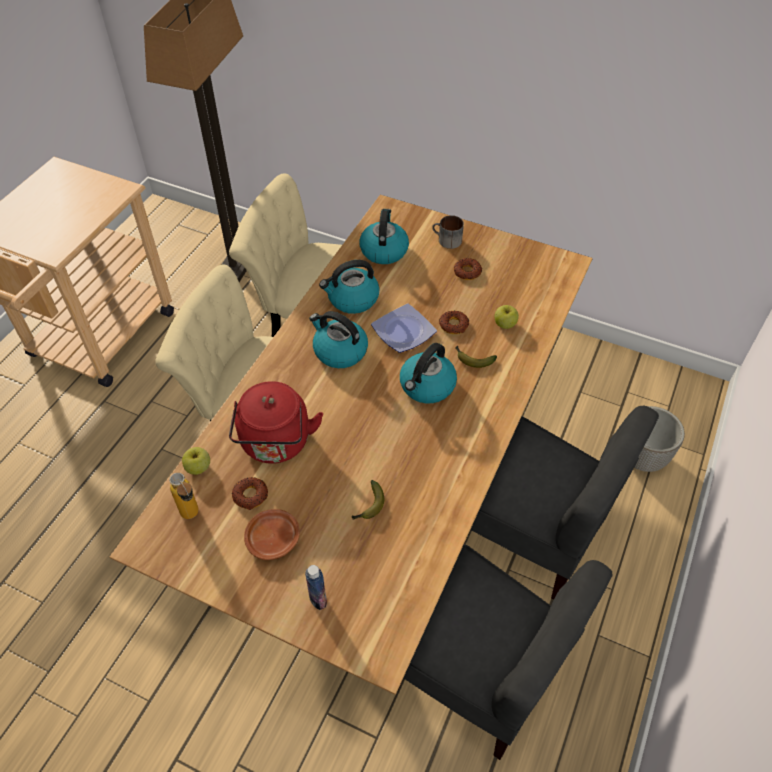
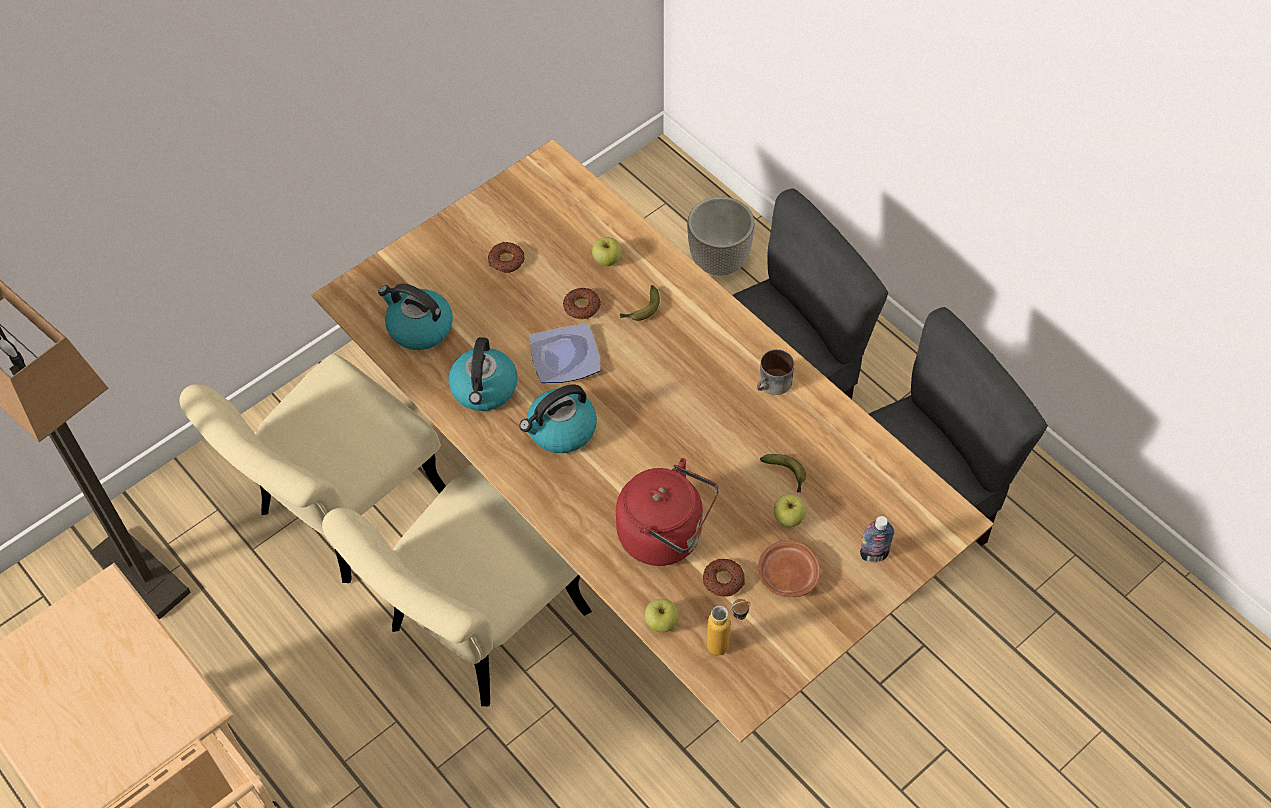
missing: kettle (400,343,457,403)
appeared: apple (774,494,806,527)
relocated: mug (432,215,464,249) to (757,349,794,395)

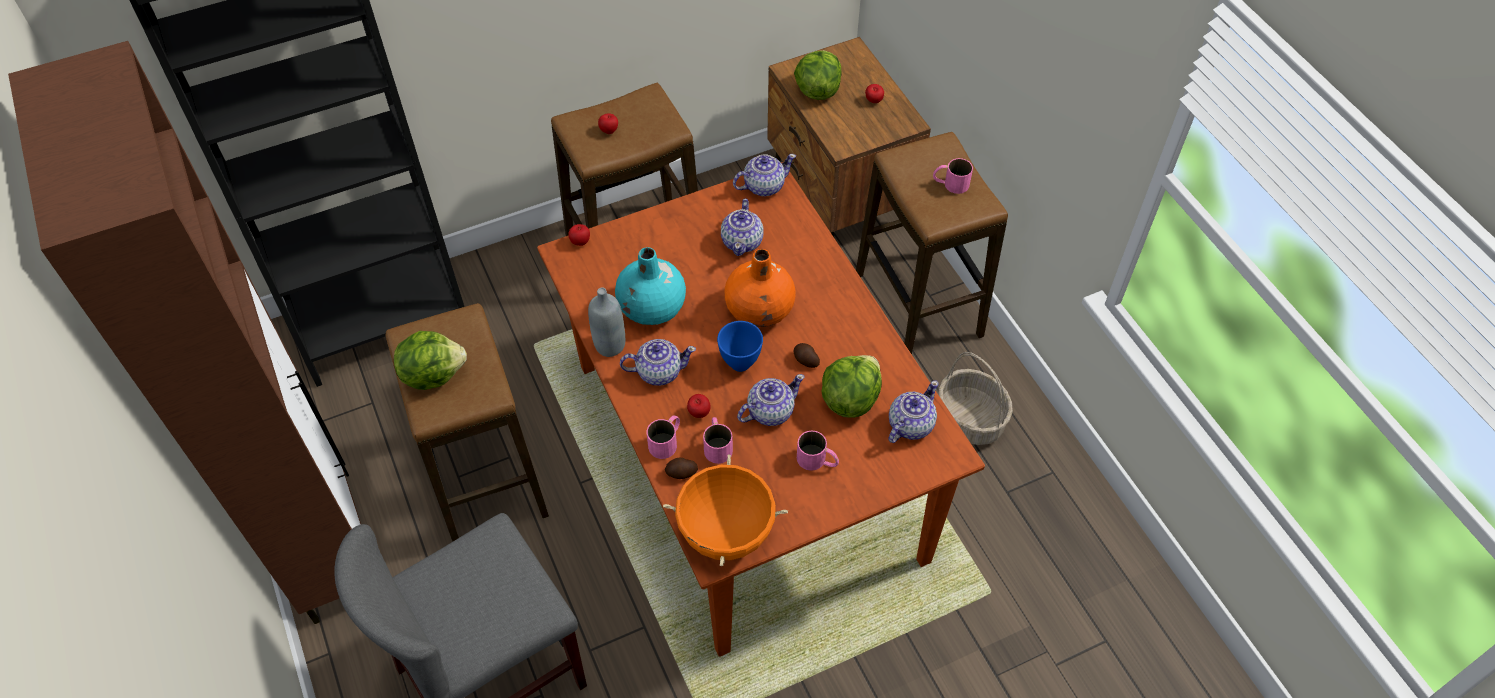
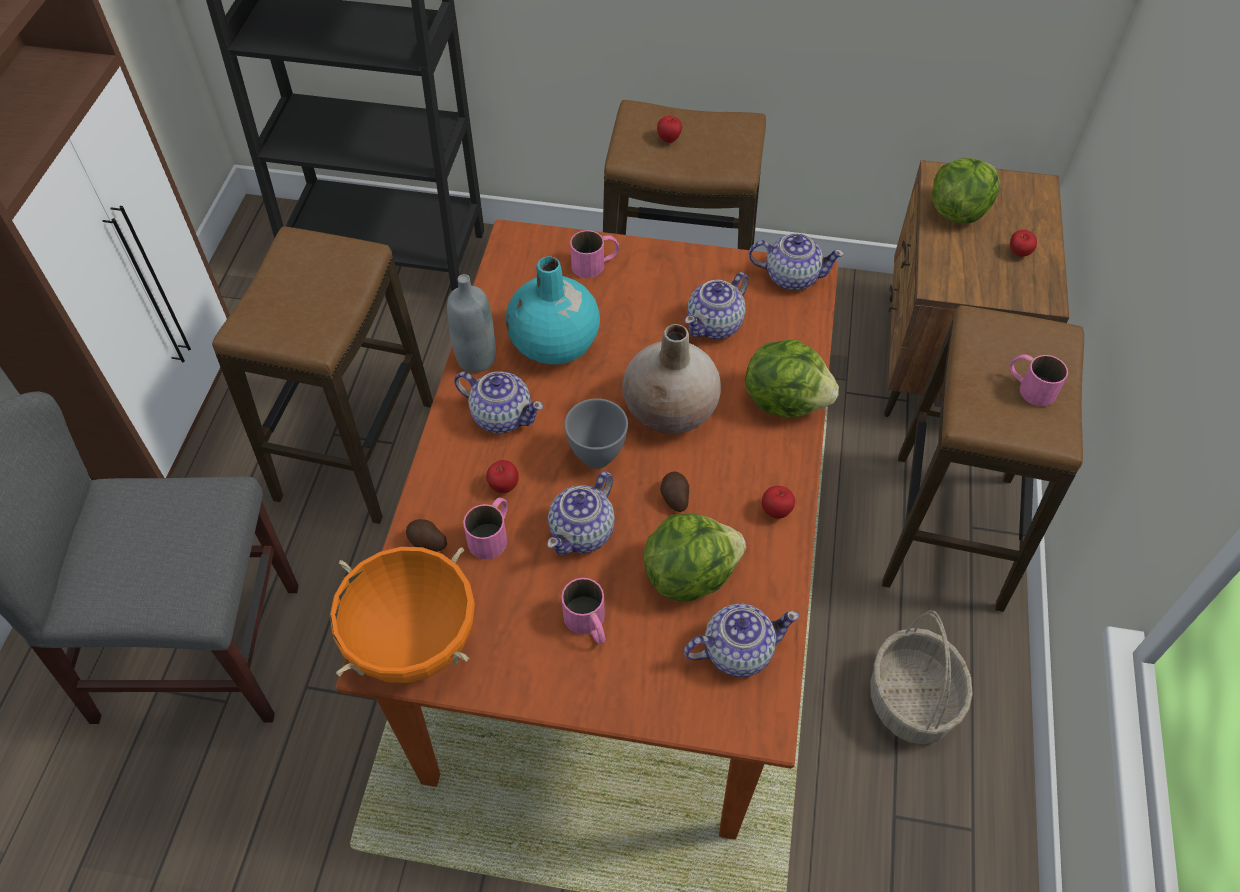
relocated: lettuce (394,331,467,390) to (745,340,839,418); apple (568,224,590,246) to (762,486,795,519); mug in pink (647,415,680,459) to (570,230,619,278)
colour: bowl in blue (717,321,763,372) to bowl in grey (564,398,628,469); vase in orange (725,249,795,327) to vase in beige (622,324,721,434)
spun: teapot (737,374,805,426) = (547,472,615,555) 120 degrees clockwise

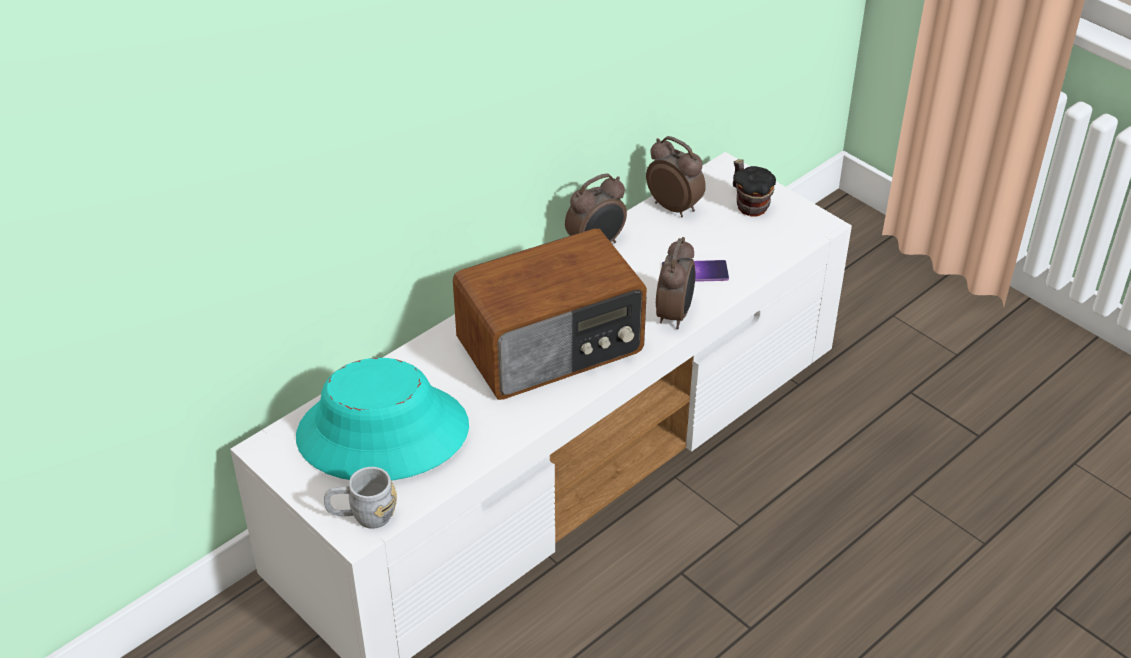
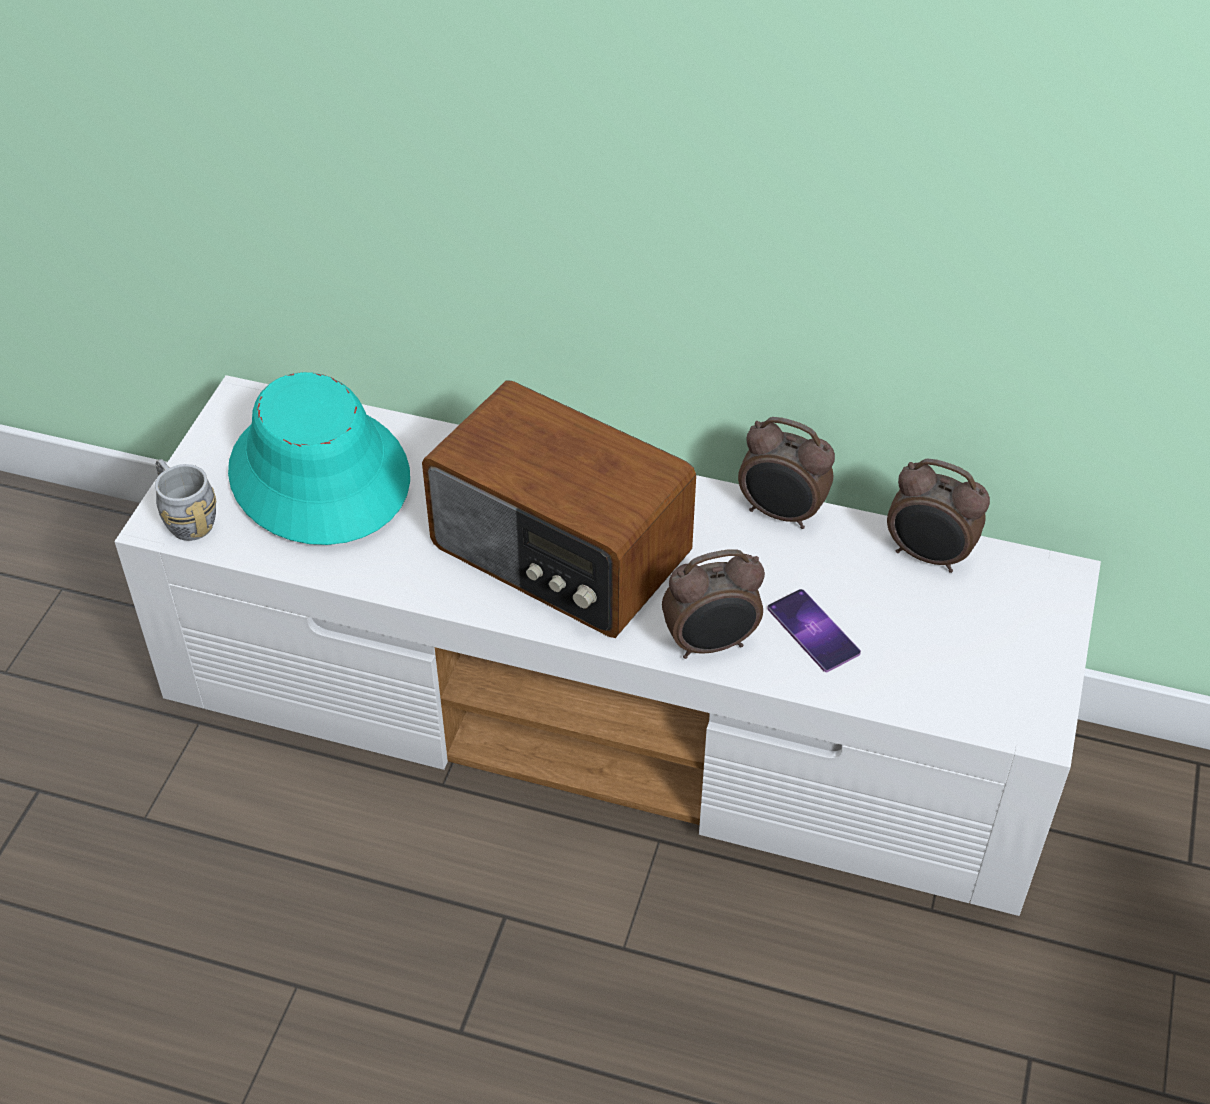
missing: mug (733,159,776,216)
spun: alarm clock (646,136,706,217) = (887,459,990,573) 105 degrees clockwise

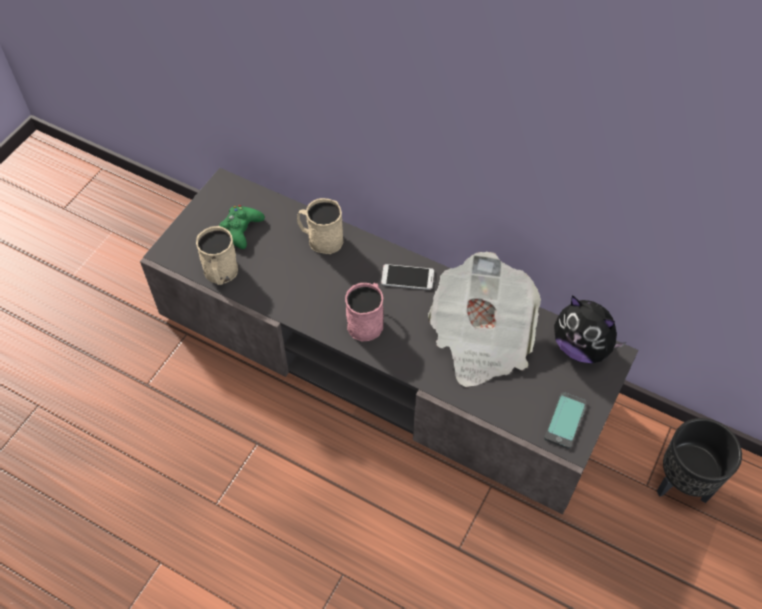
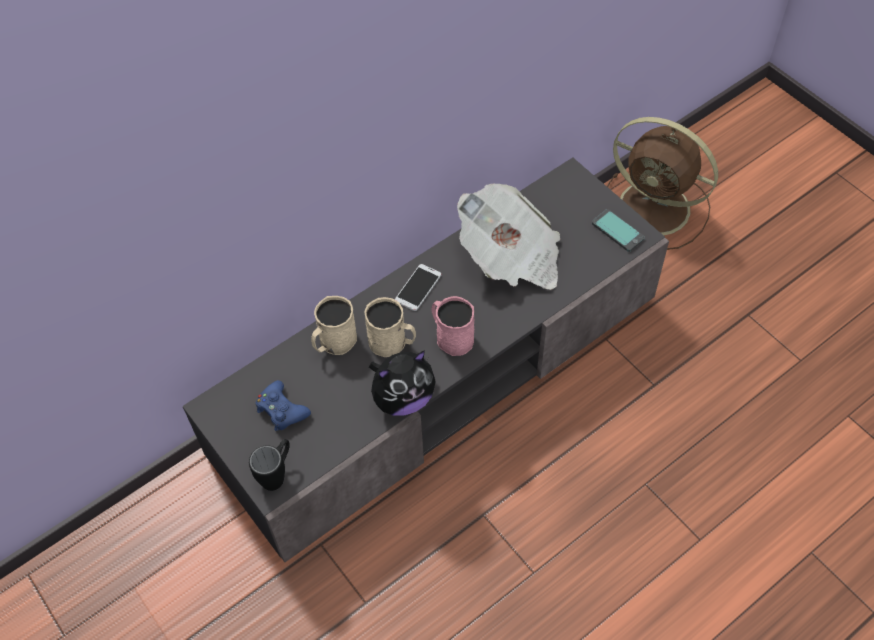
appeared: mug in black (249,439,290,491)
relocated: mug in beige (196,226,238,285) to (364,297,416,357); plush toy (554,295,627,363) to (369,350,436,415)
exchanged: planter in black (656,418,742,503) to fan in brown (607,117,718,250)
colour: game controller in green (219,205,265,249) to game controller in blue (255,380,311,431)

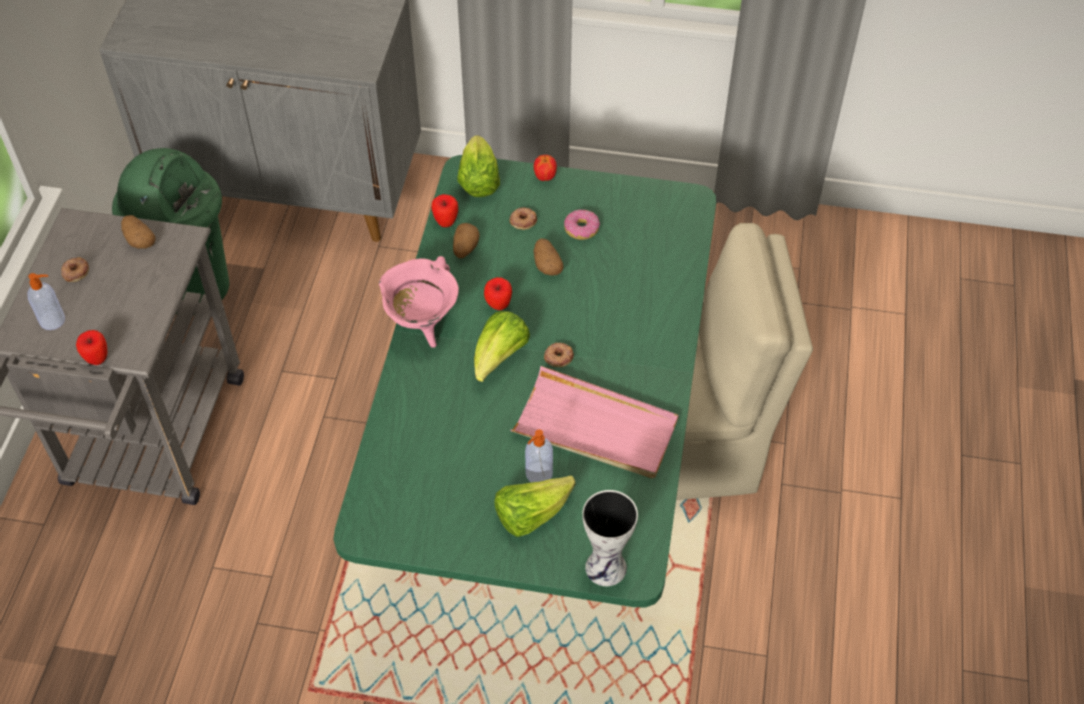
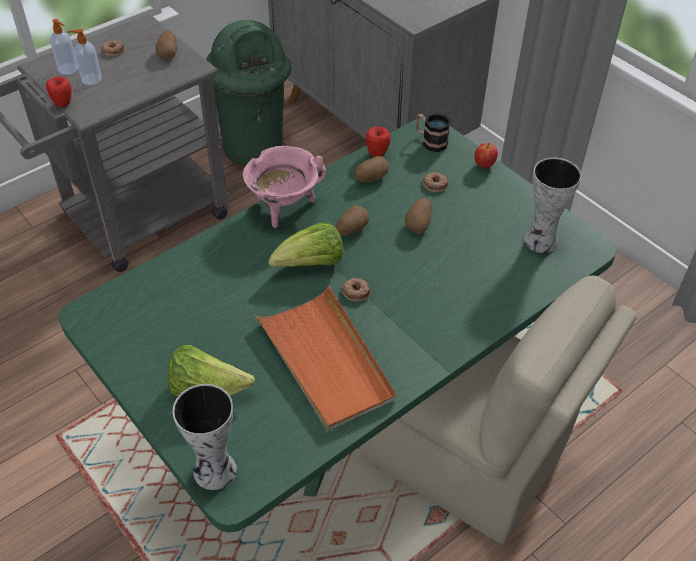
missing: donut (564,209,600,240)
appeared: vase (524,157,581,253)
relocated: soap dispenser (525,429,553,483) to (67,29,102,85)
exchanged: lettuce (458,135,500,197) to mug (416,113,451,152); apple (484,277,512,310) to potato (336,205,369,236)
colour: tray in pink (510,366,679,478) to tray in orange (255,285,396,430)

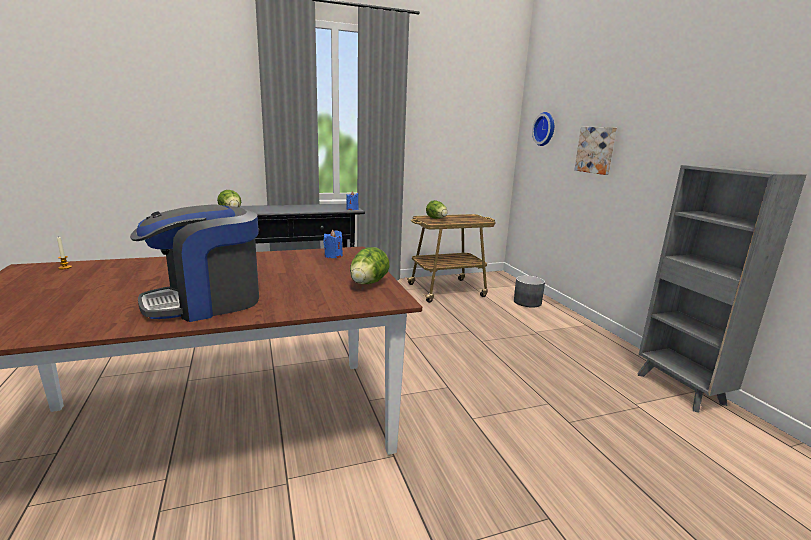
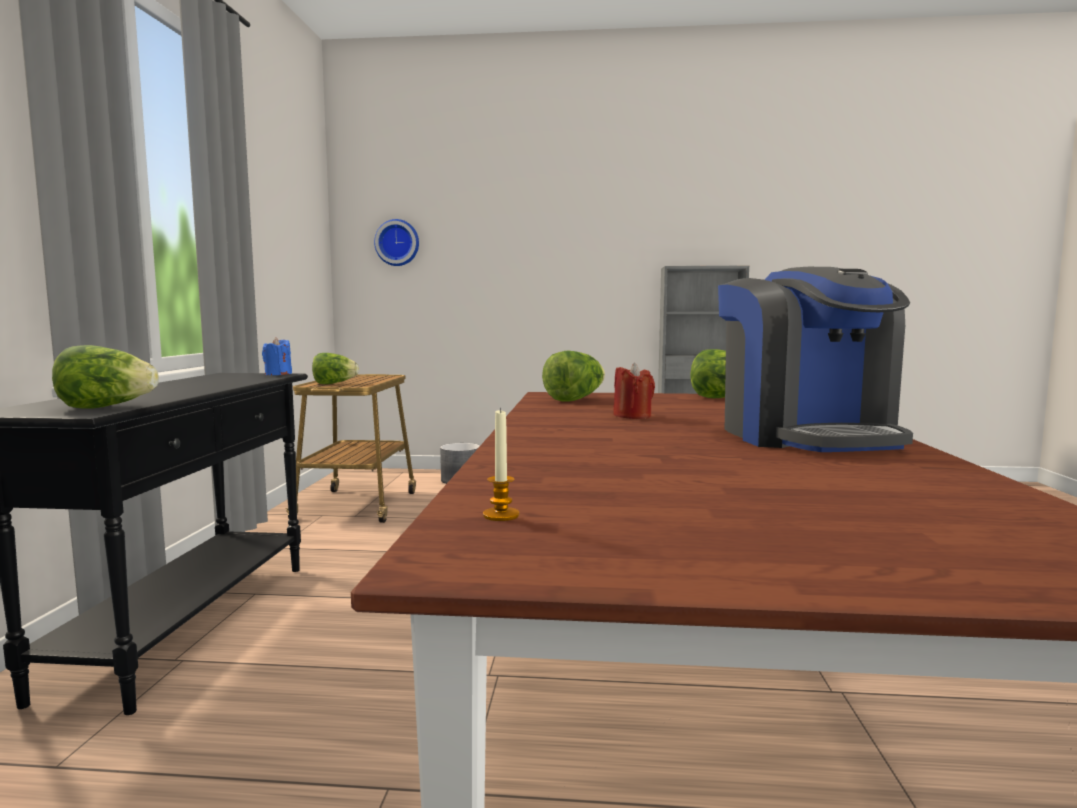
missing: picture (574,127,617,175)
appeared: candle in red (613,363,655,419)
exchanged: candle in blue (323,230,343,258) to lettuce (542,351,605,402)

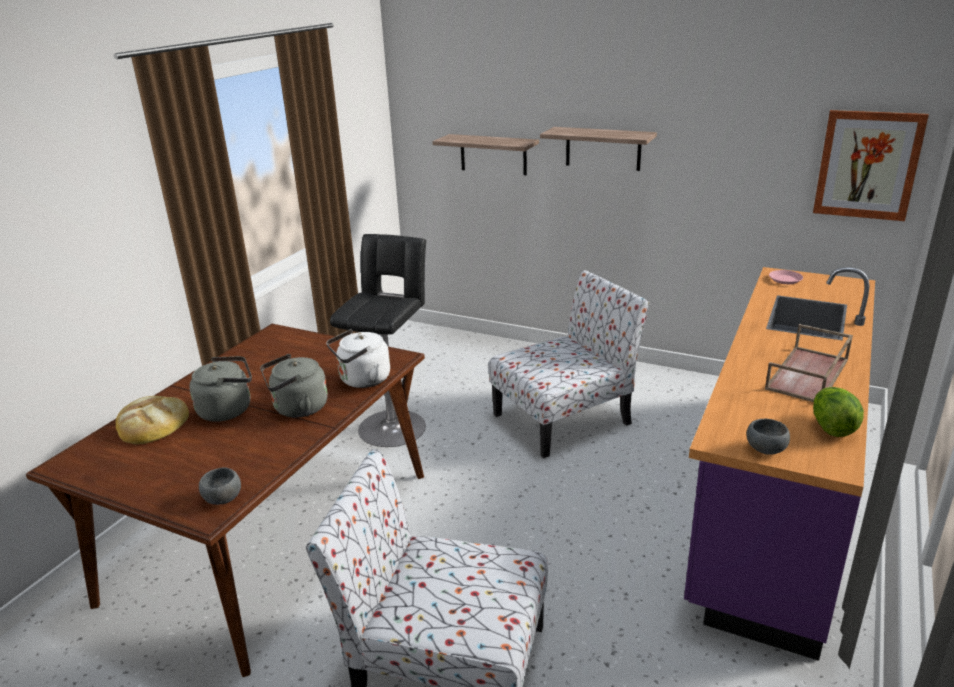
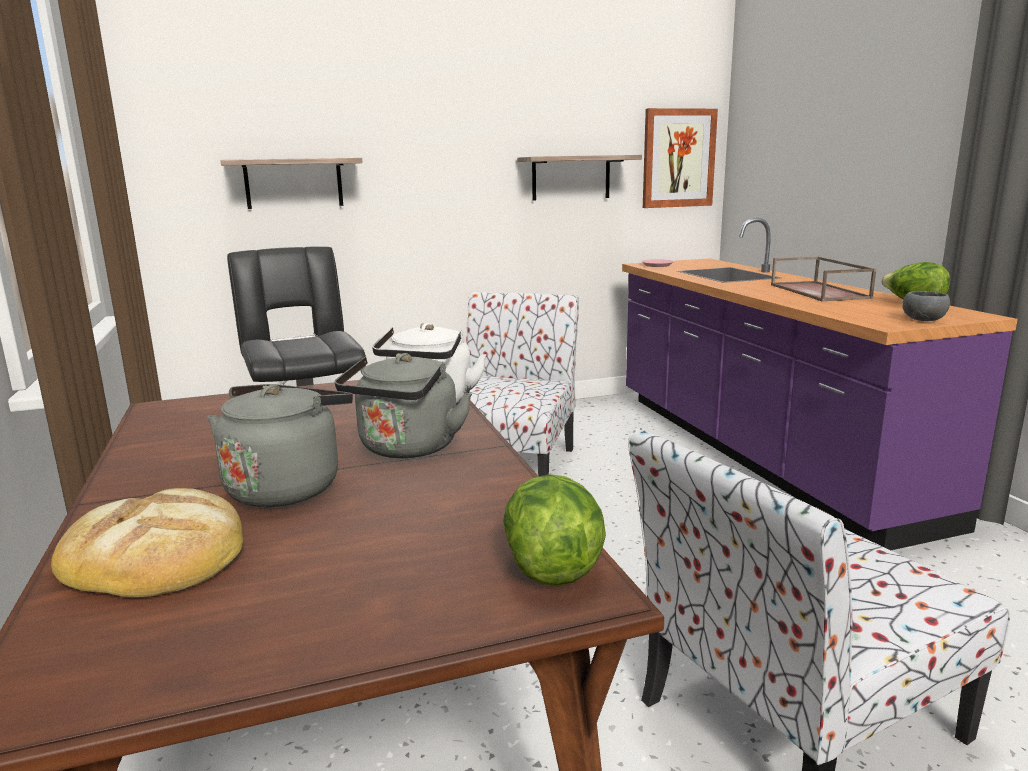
relocated: shelf (540,127,657,171) to (517,155,642,201)
exchanged: bowl in grey (199,467,241,505) to lettuce (503,474,606,586)

